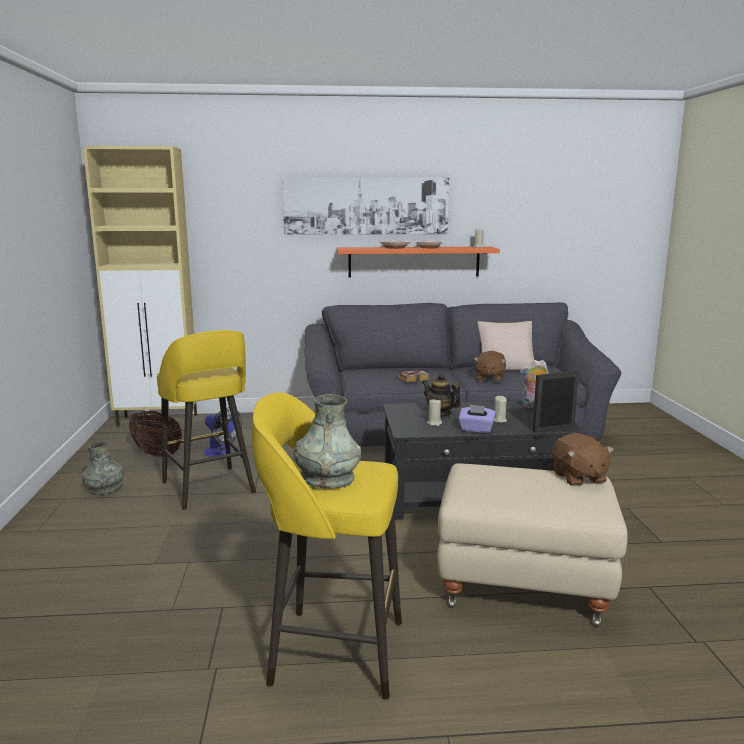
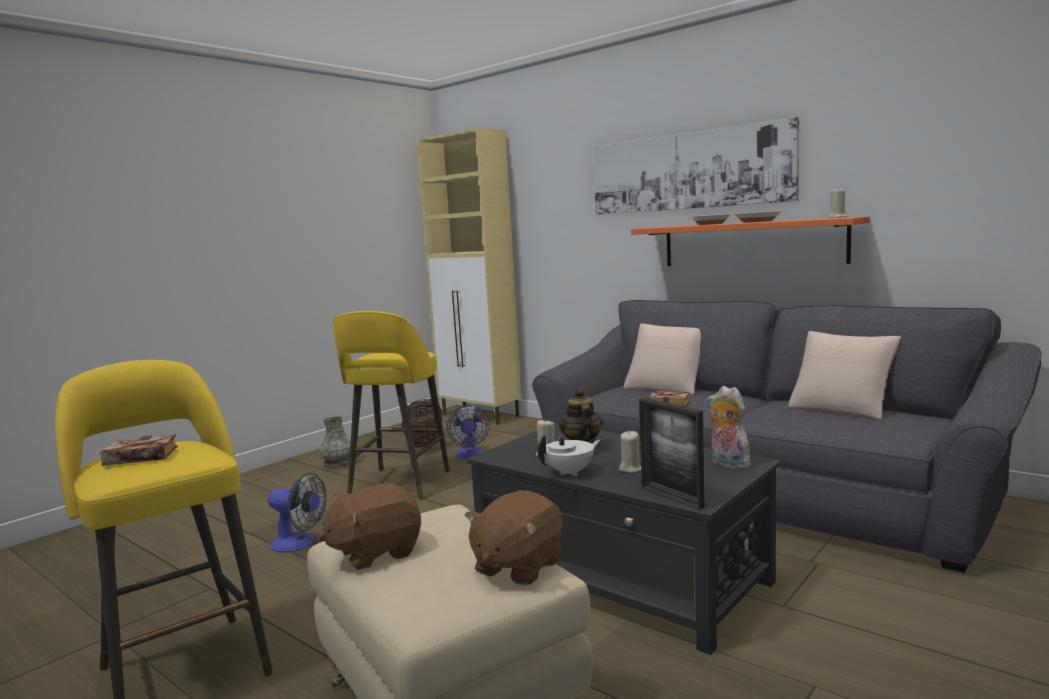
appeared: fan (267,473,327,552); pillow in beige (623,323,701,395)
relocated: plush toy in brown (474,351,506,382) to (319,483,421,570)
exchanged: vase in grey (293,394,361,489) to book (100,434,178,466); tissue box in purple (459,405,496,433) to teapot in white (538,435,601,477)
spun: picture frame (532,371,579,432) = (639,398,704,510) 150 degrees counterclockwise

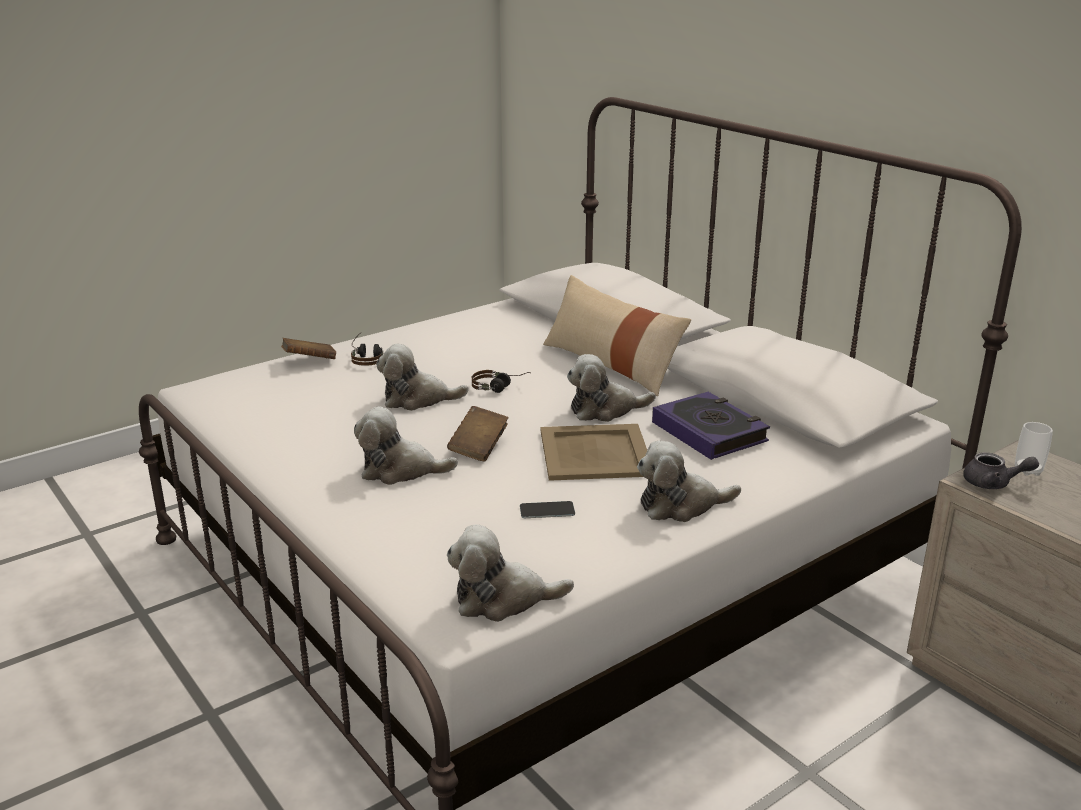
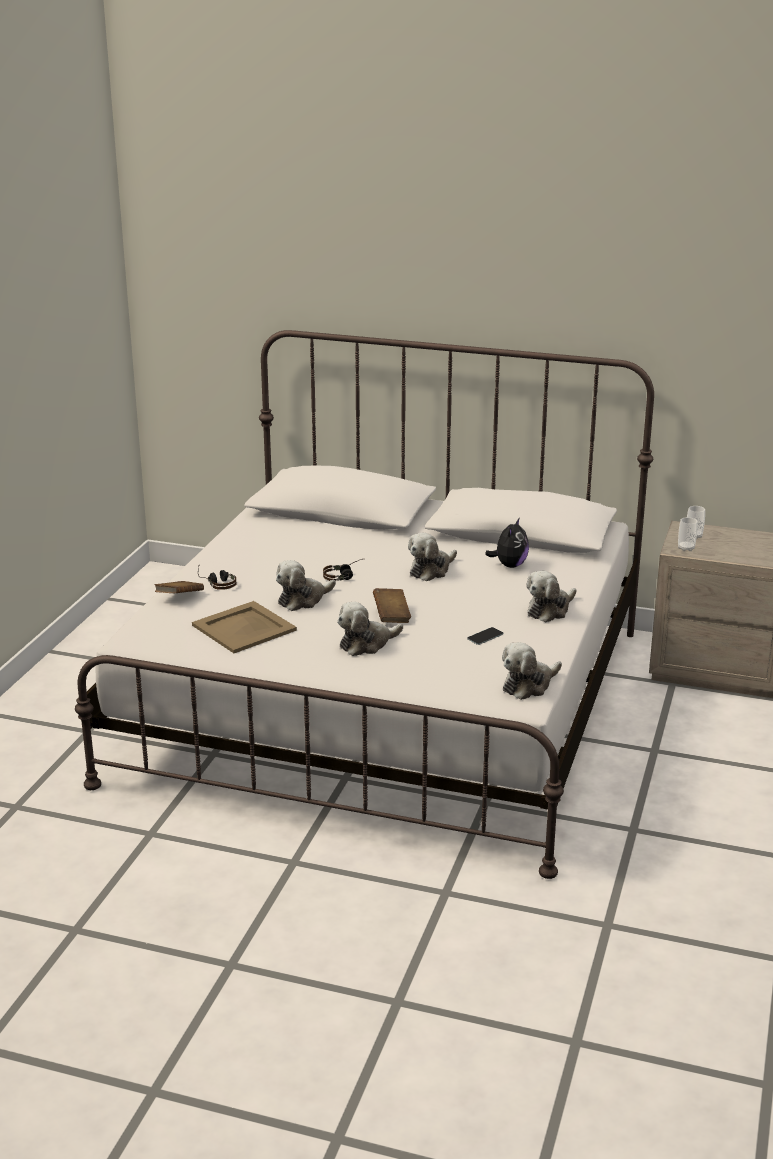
missing: pillow in beige (543,275,691,396)
relocated: tray in beige (541,424,647,481) to (192,601,297,653)
exchanged: book (652,392,770,460) to plush toy (485,517,529,568); teapot in grey (963,452,1039,489) to cup (678,517,698,551)

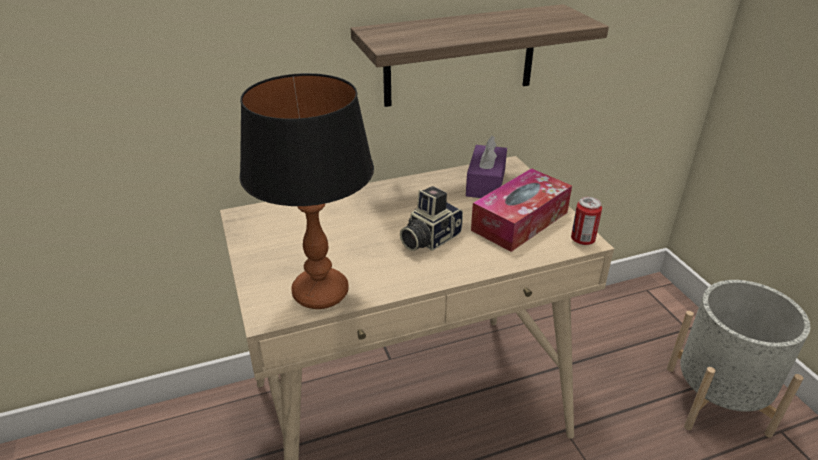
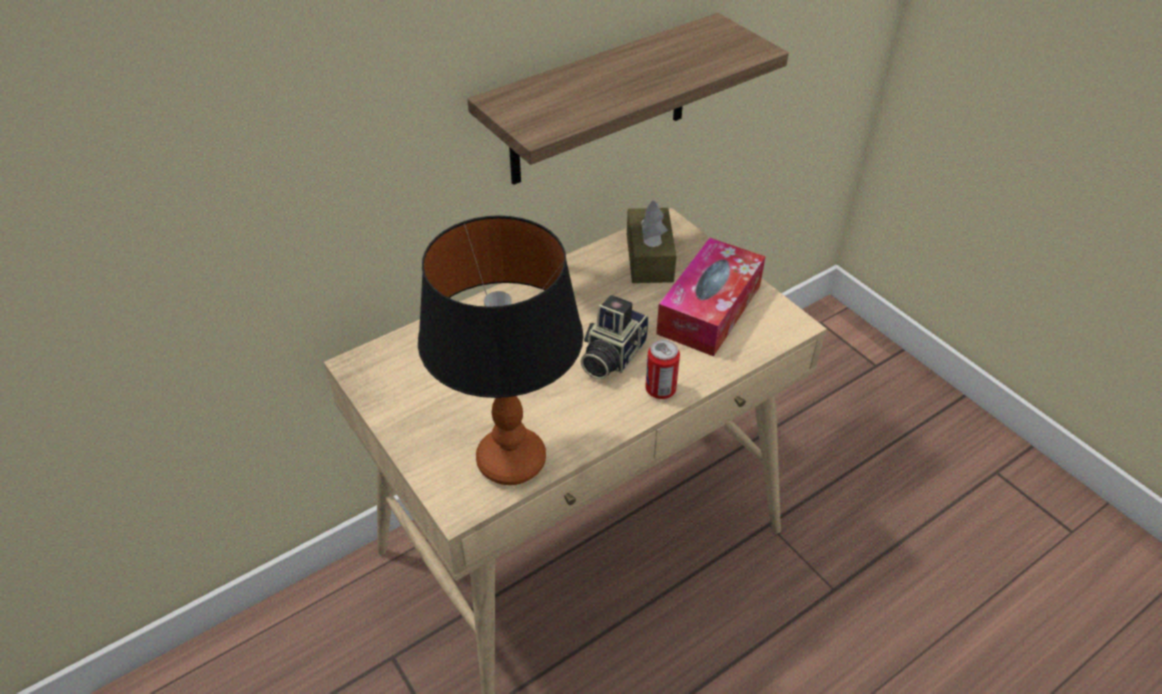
missing: planter in grey (667,280,810,438)
relocated: can (571,197,602,245) to (645,340,680,399)
colour: tissue box in purple (466,136,507,198) to tissue box in brown (627,200,676,283)

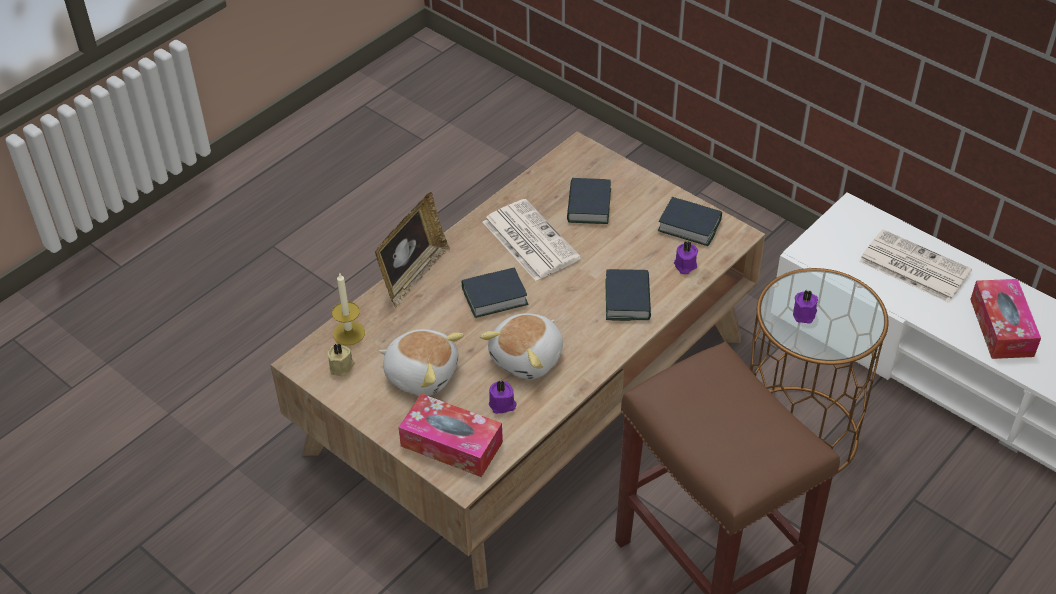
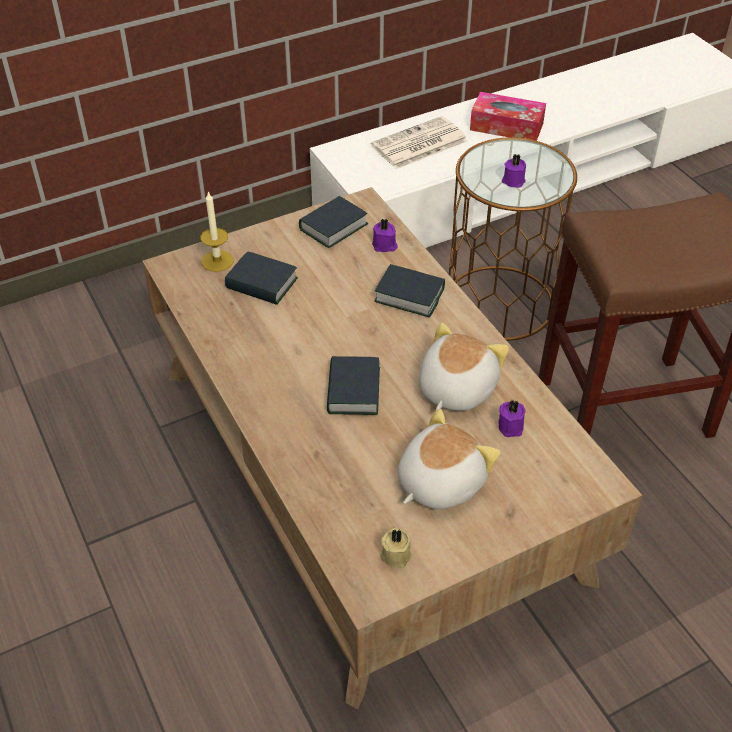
missing: picture frame (375,192,450,307); tissue box (398,394,503,477); newspaper (483,199,581,281)
relocated: candle (332,272,365,345) to (201,192,234,272)
spun: plush toy (480,313,563,380) = (419,323,509,411) 120 degrees counterclockwise

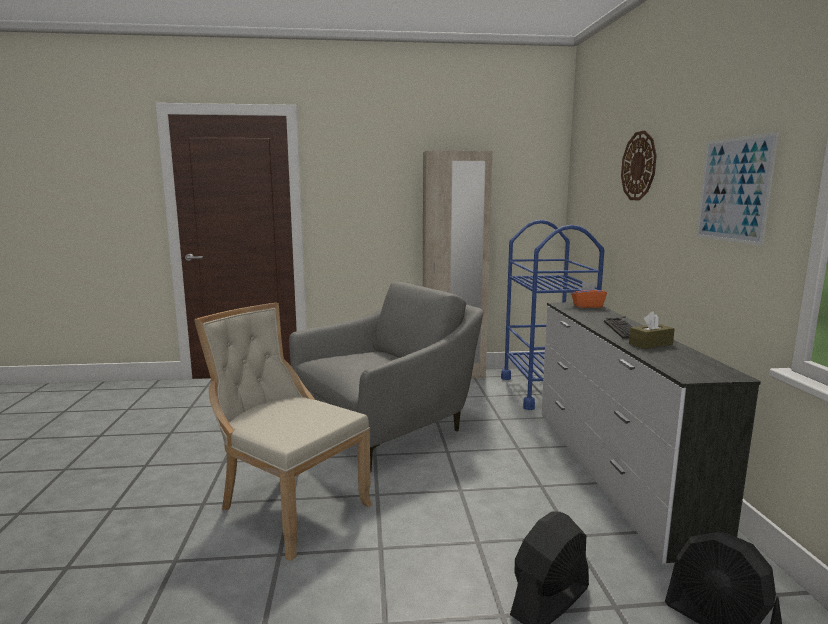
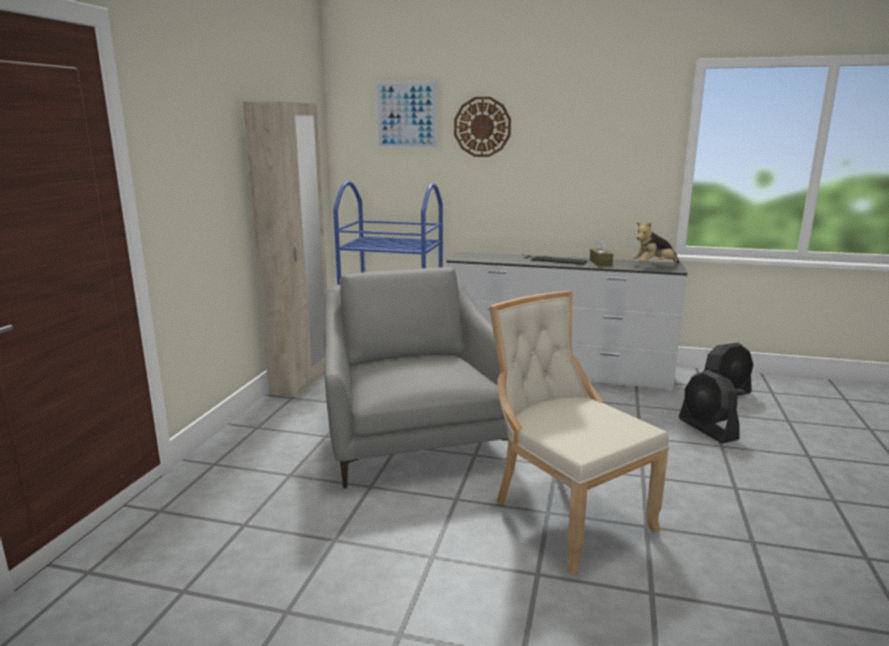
missing: tissue box in orange (571,282,607,308)
appeared: plush toy (632,222,679,263)
relocated: picture (696,132,779,246) to (375,81,438,149)
spun: chair in beige (194,303,372,561) = (489,291,669,576) 90 degrees clockwise

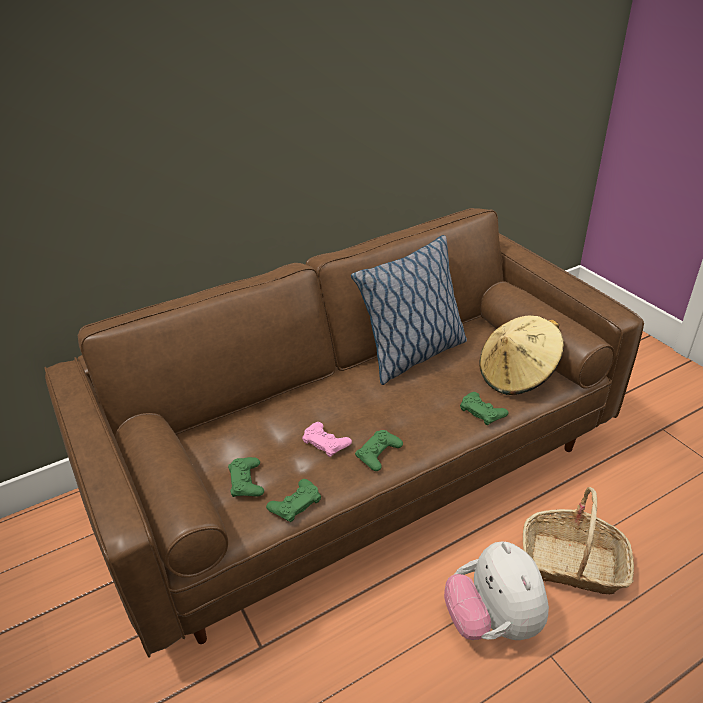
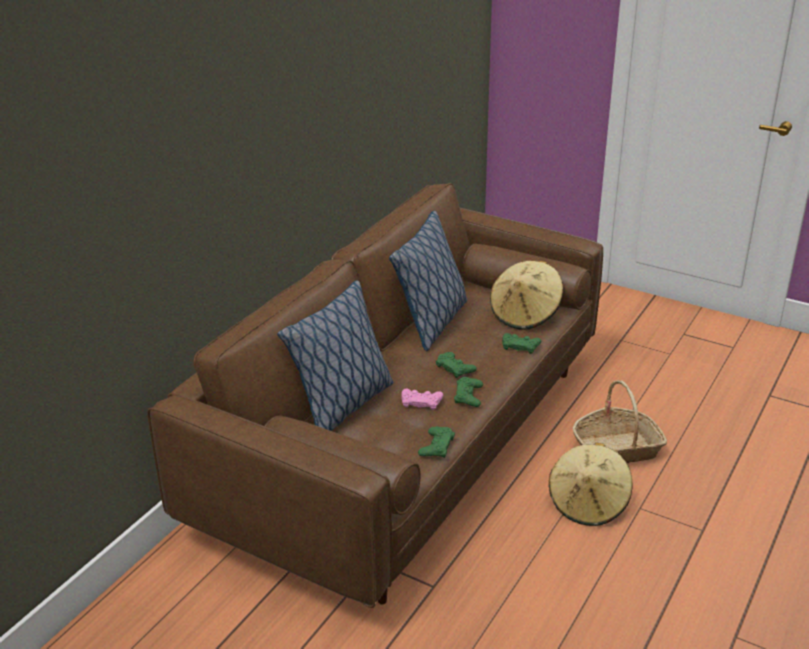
appeared: pillow (277,280,393,431)
relocated: game controller in green (228,457,264,497) to (436,352,477,378)
exchanged: plush toy (444,542,549,640) to hat in beige (549,442,633,526)

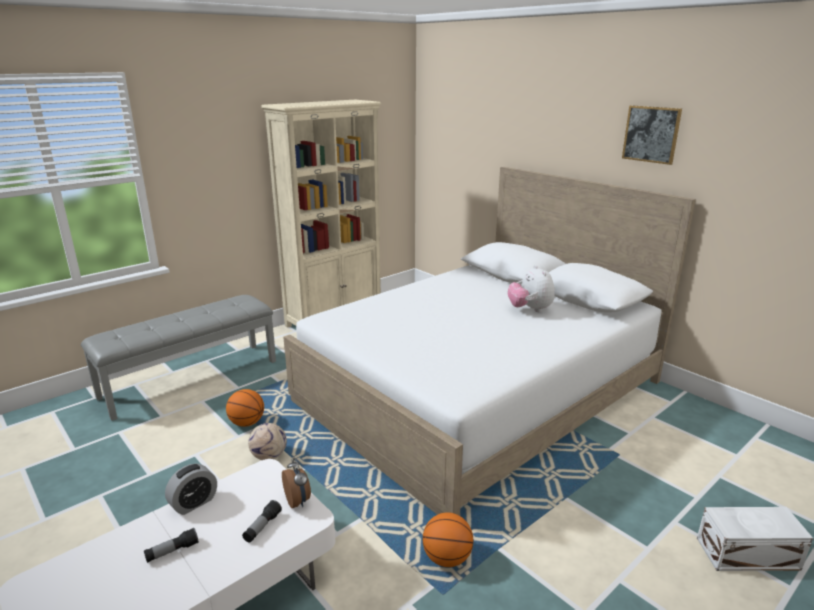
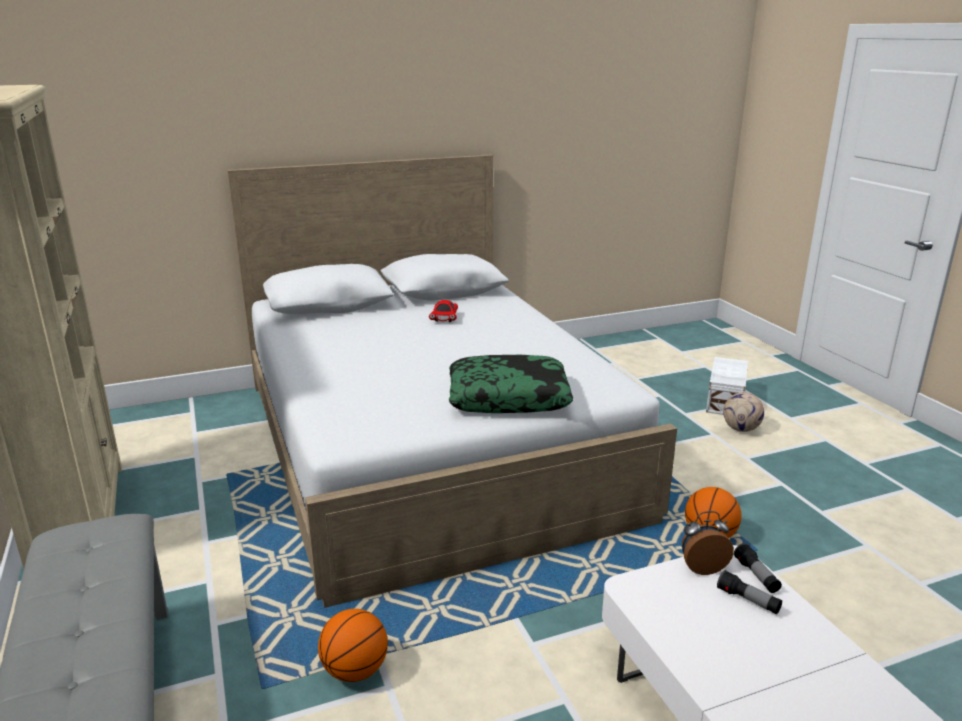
missing: alarm clock (165,464,217,515); picture (622,105,682,165)
appeared: pillow (449,355,573,413)
relocated: flashlight (144,528,199,563) to (734,543,782,593); football (248,423,287,460) to (723,392,764,432)
exchanged: plush toy (508,265,555,312) to toy car in red (429,300,458,322)

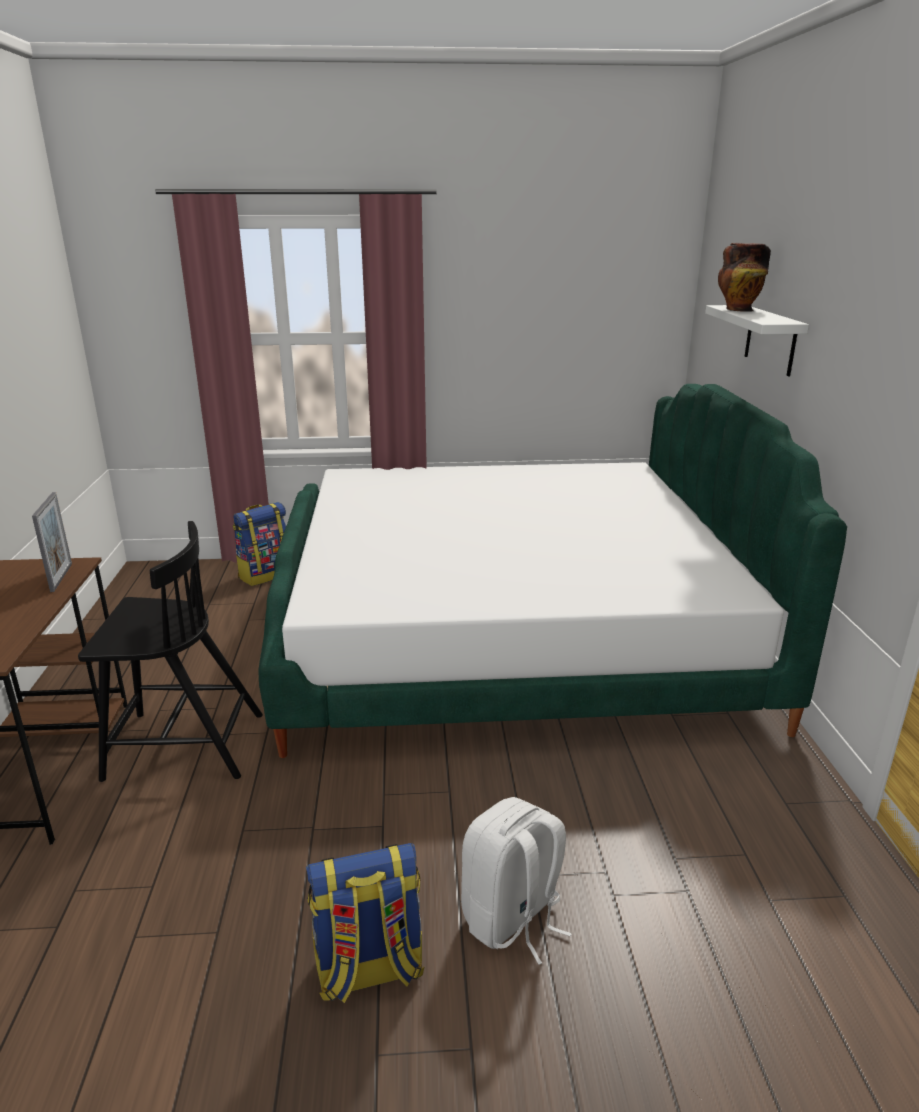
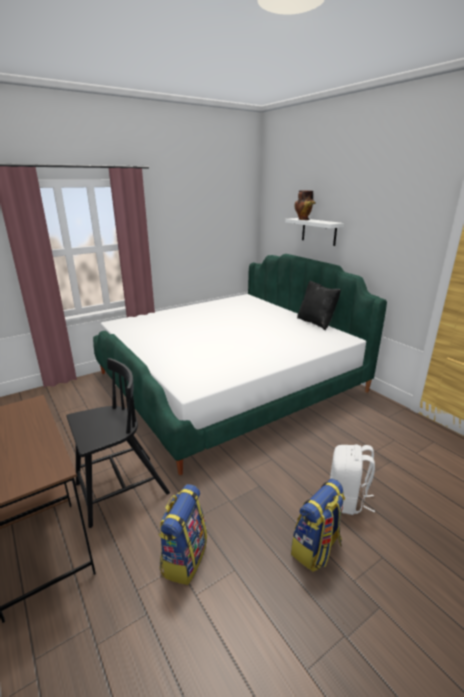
missing: picture frame (32,492,72,592)
appeared: pillow in black (297,280,341,330)
relocated: backpack (233,502,286,586) to (158,484,207,585)

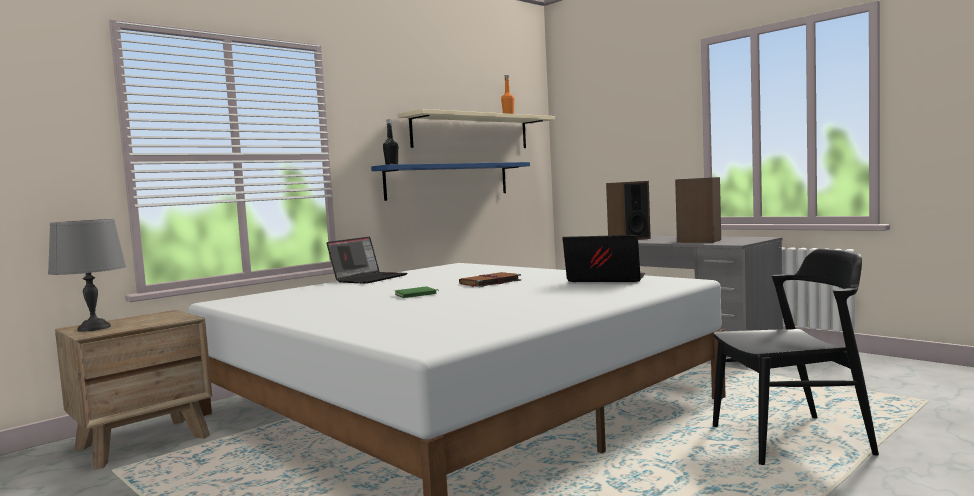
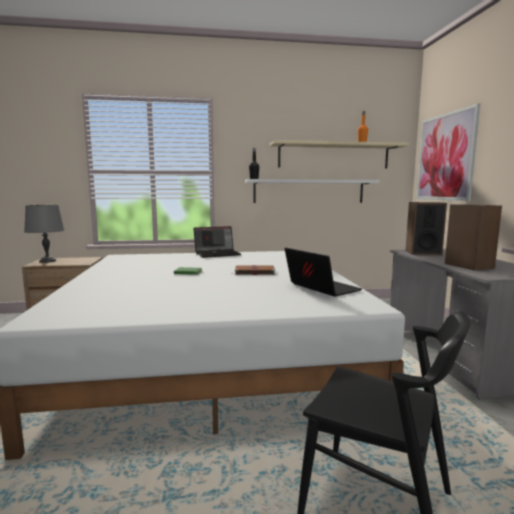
appeared: picture (416,103,480,201)
colour: shelf in blue (371,162,530,201) to shelf in white (245,179,380,203)

